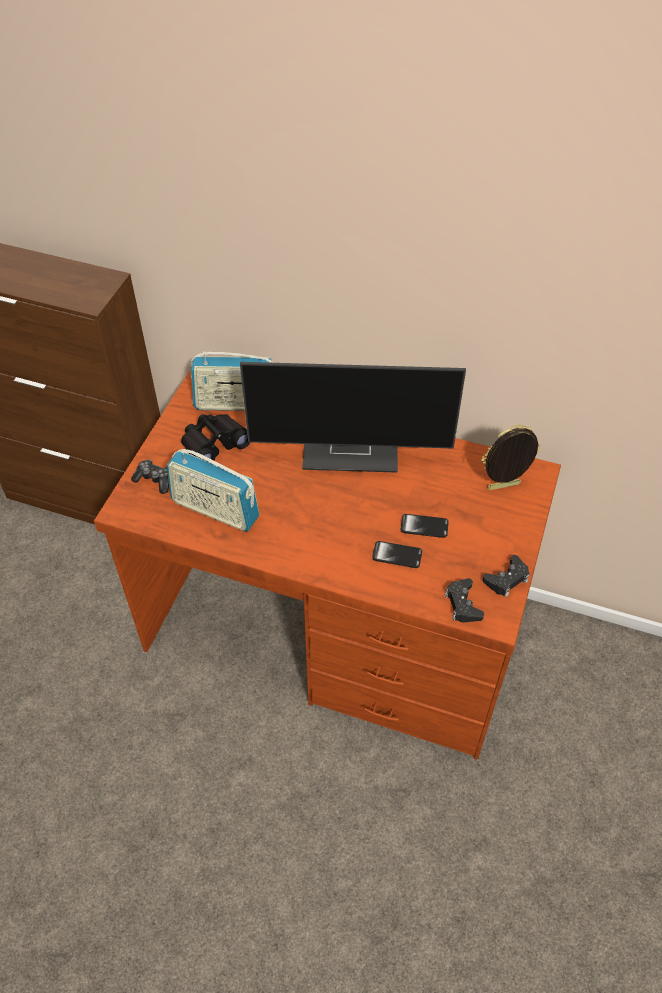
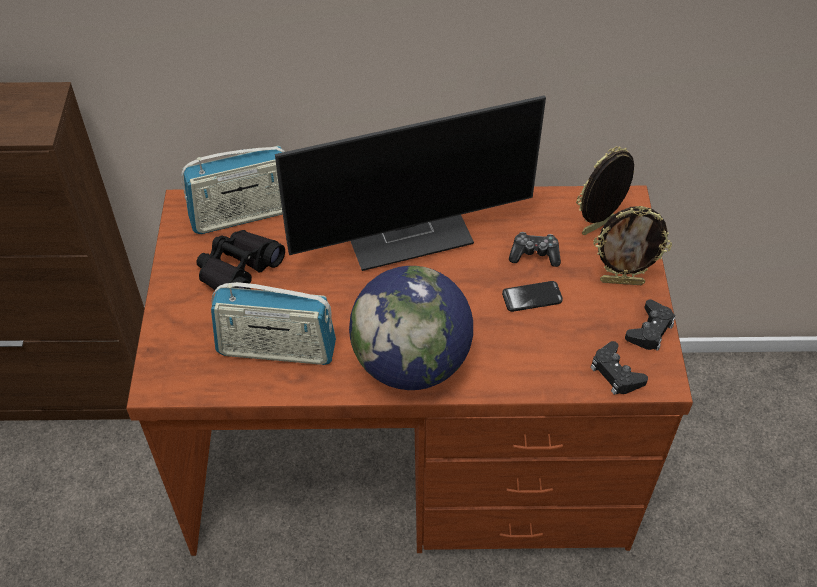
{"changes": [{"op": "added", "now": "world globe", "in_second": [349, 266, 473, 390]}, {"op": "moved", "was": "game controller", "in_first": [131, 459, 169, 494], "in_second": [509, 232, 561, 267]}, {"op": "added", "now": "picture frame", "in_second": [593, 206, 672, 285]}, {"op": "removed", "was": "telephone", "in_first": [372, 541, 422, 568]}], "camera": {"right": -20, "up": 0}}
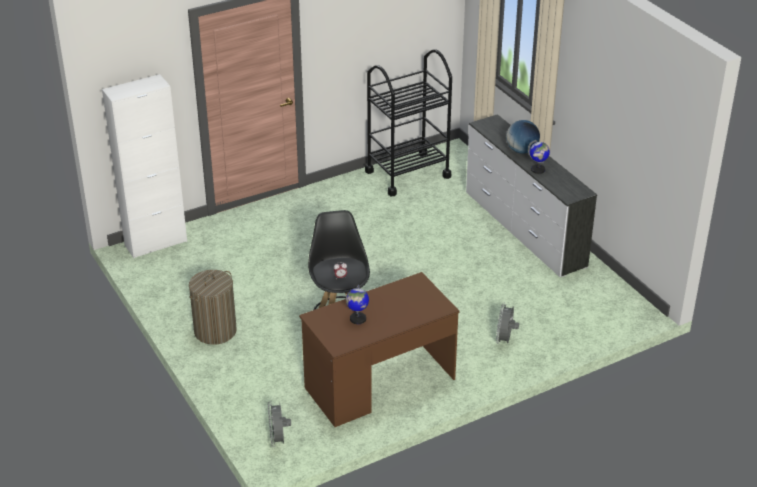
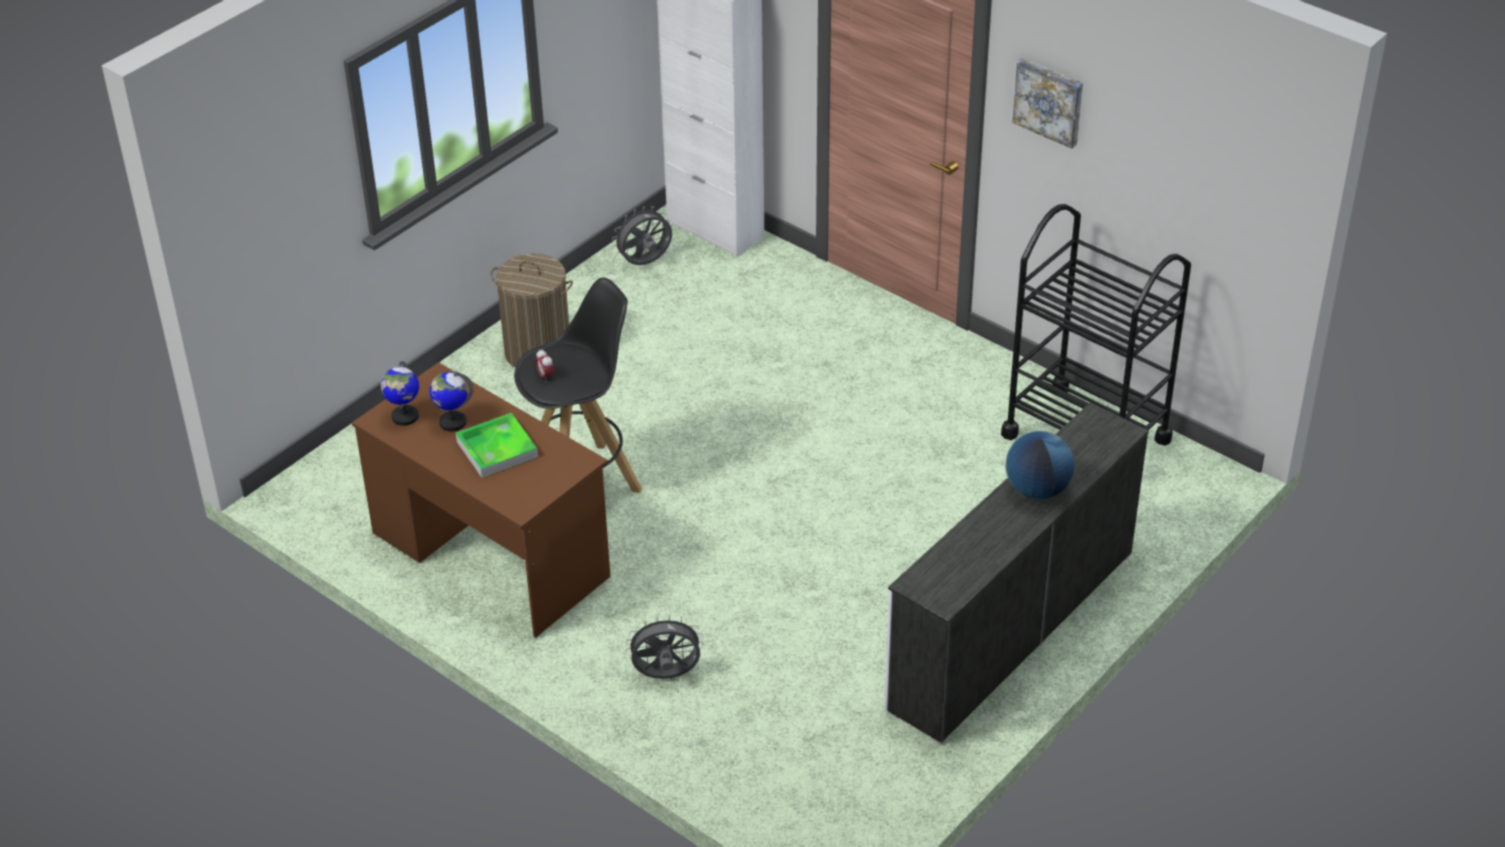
{"changes": [{"op": "moved", "was": "world globe", "in_first": [528, 140, 550, 174], "in_second": [381, 361, 419, 426]}, {"op": "added", "now": "tray", "in_second": [456, 413, 538, 478]}, {"op": "moved", "was": "cooling fan (grey)", "in_first": [268, 401, 291, 447], "in_second": [612, 206, 672, 265]}, {"op": "added", "now": "wall art", "in_second": [1012, 58, 1083, 149]}], "camera": {"right": 70, "up": 5}}
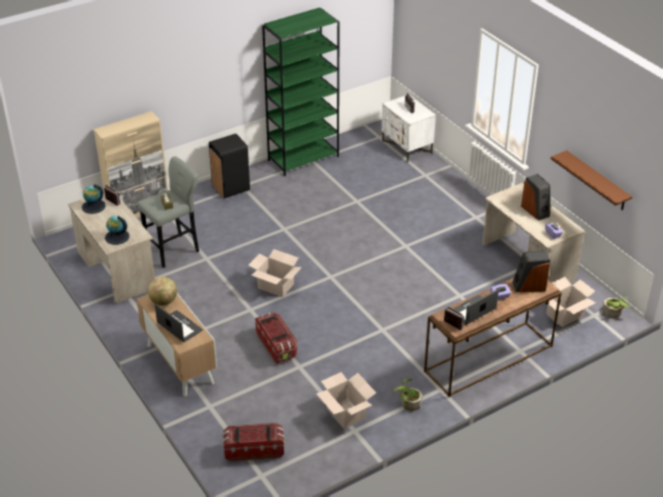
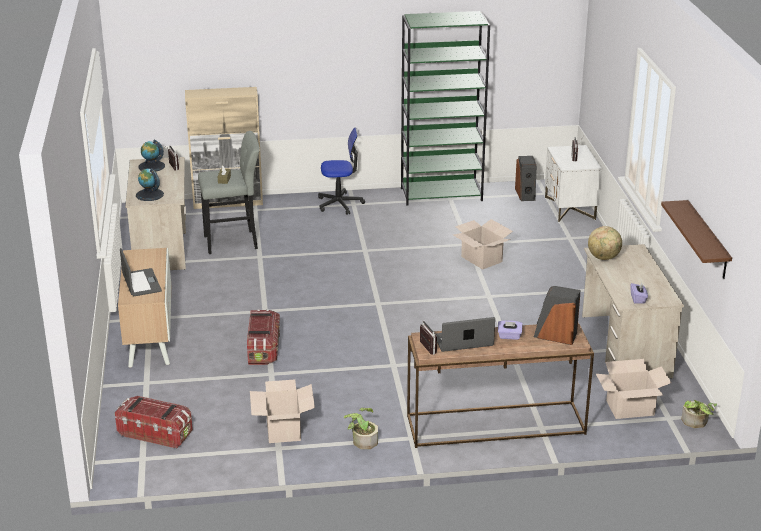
{"changes": [{"op": "replaced", "was": "waste bin (black-coloured)", "now": "desk chair", "in_first": [209, 134, 250, 199], "in_second": [318, 128, 365, 215]}, {"op": "moved", "was": "packing box", "in_first": [248, 249, 302, 297], "in_second": [453, 219, 513, 270]}, {"op": "moved", "was": "speaker", "in_first": [521, 174, 550, 221], "in_second": [515, 156, 536, 201]}, {"op": "moved", "was": "world globe", "in_first": [148, 277, 177, 306], "in_second": [588, 226, 622, 260]}], "camera": {"right": 25, "up": -10}}
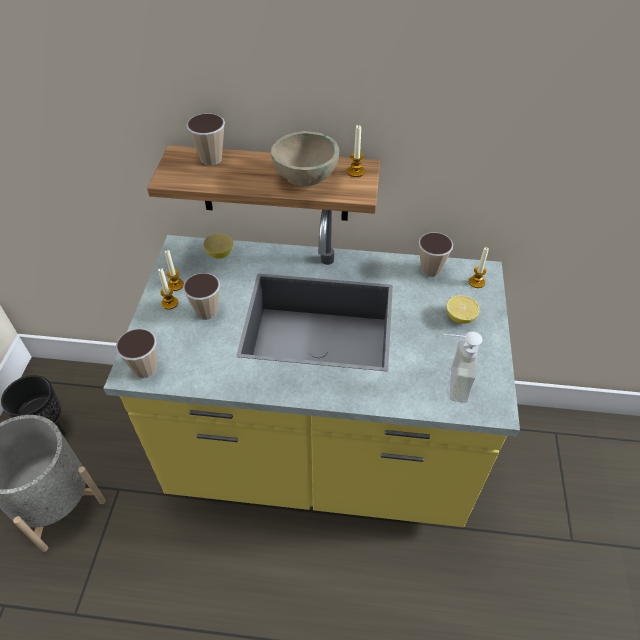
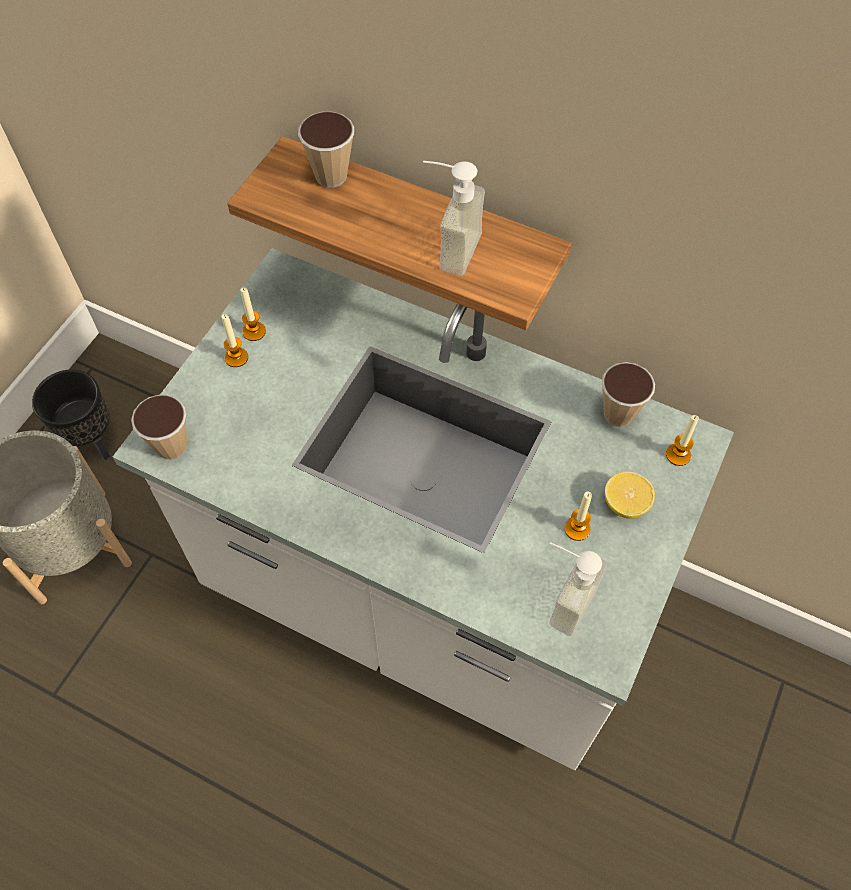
{"changes": [{"op": "recoloured", "was": "kitchen base unit (yellow-coloured)", "now": "kitchen base unit (whitish)", "in_first": [103, 210, 520, 527], "in_second": [113, 248, 734, 770]}, {"op": "replaced", "was": "serving bowl (beige-coloured)", "now": "soap dispenser", "in_first": [271, 131, 339, 186], "in_second": [423, 161, 485, 276]}, {"op": "moved", "was": "candle", "in_first": [347, 125, 365, 177], "in_second": [564, 492, 592, 541]}, {"op": "removed", "was": "small cup", "in_first": [183, 273, 220, 320]}, {"op": "removed", "was": "citrus fruit", "in_first": [203, 233, 233, 259]}], "camera": {"right": 20, "up": 10}}
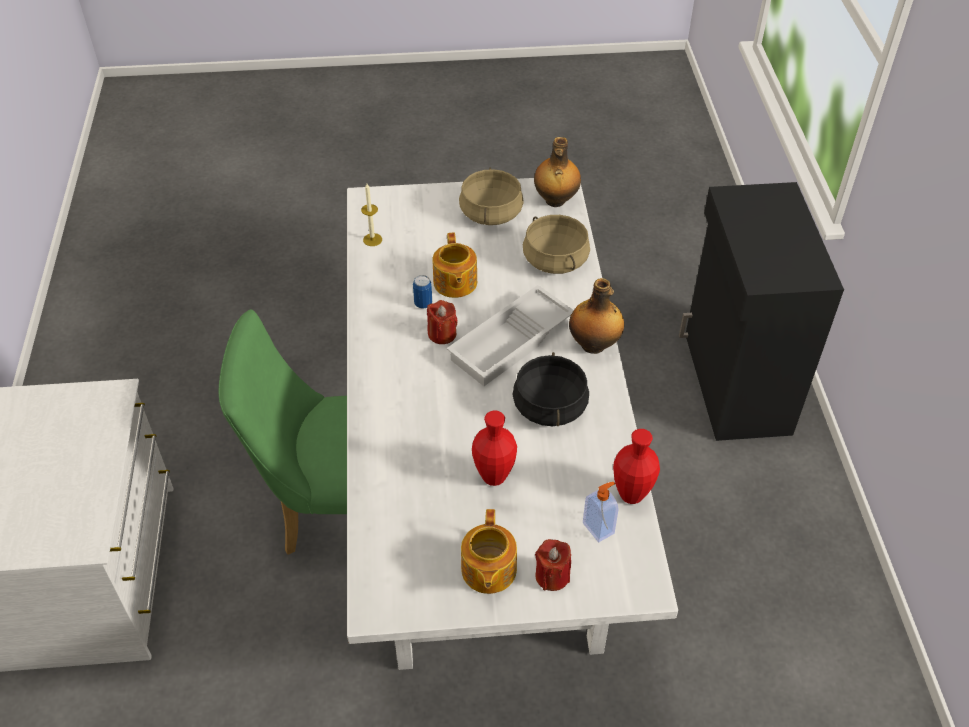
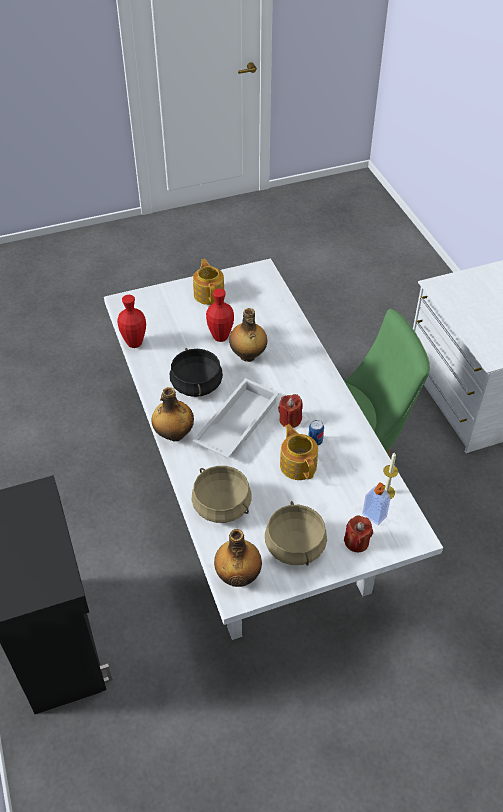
{"changes": [{"op": "added", "now": "drink bottle", "in_second": [229, 308, 267, 362]}, {"op": "moved", "was": "candle (red)", "in_first": [535, 539, 571, 591], "in_second": [344, 515, 373, 552]}, {"op": "moved", "was": "soap dispenser", "in_first": [583, 482, 619, 542], "in_second": [362, 482, 391, 525]}], "camera": {"right": 165, "up": 0}}
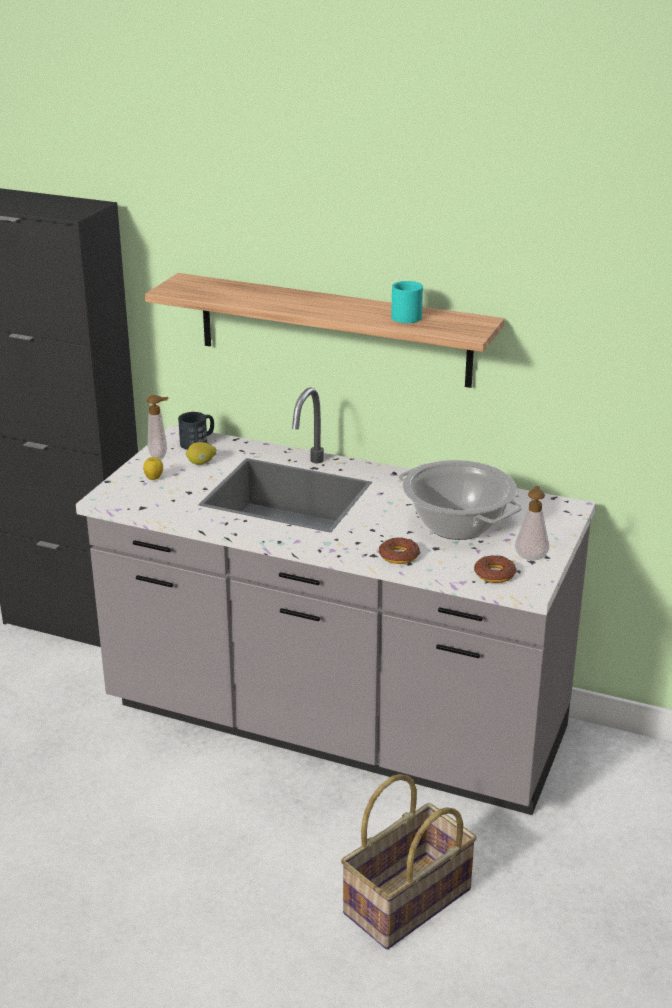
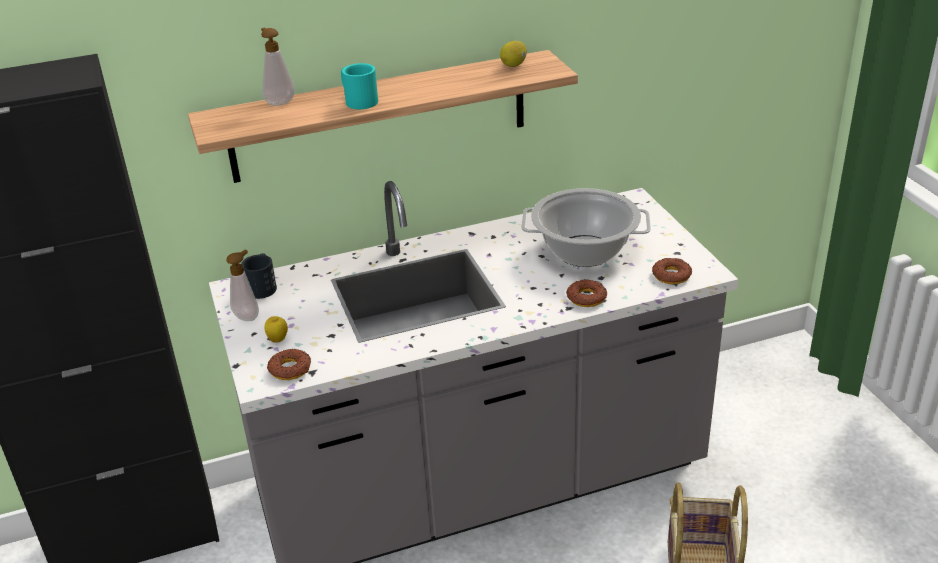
{"changes": [{"op": "moved", "was": "soap dispenser", "in_first": [515, 486, 549, 560], "in_second": [261, 27, 295, 106]}, {"op": "added", "now": "donut", "in_second": [267, 349, 311, 380]}, {"op": "moved", "was": "mug (turquoise)", "in_first": [391, 281, 423, 323], "in_second": [341, 63, 378, 109]}, {"op": "moved", "was": "citrus fruit", "in_first": [186, 442, 216, 465], "in_second": [500, 41, 527, 67]}], "camera": {"right": -40, "up": 5}}
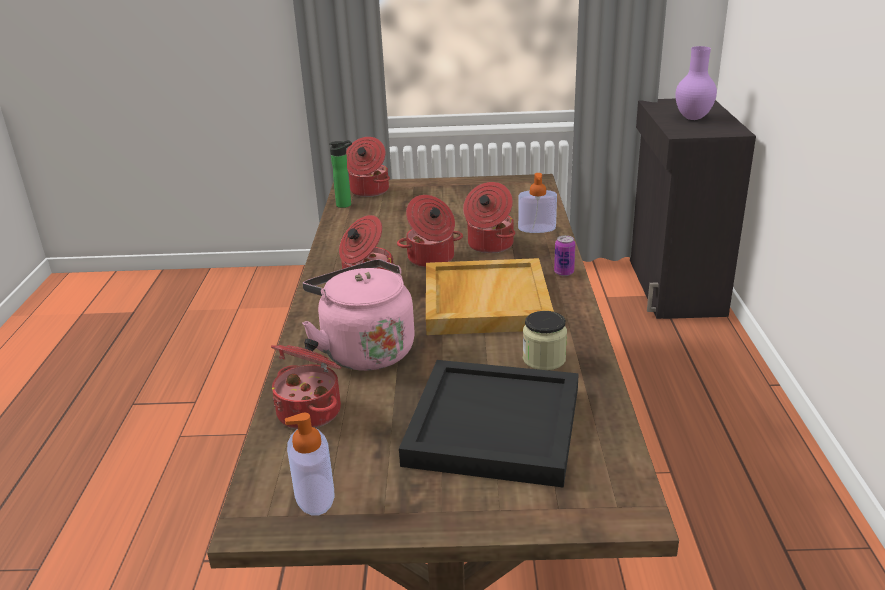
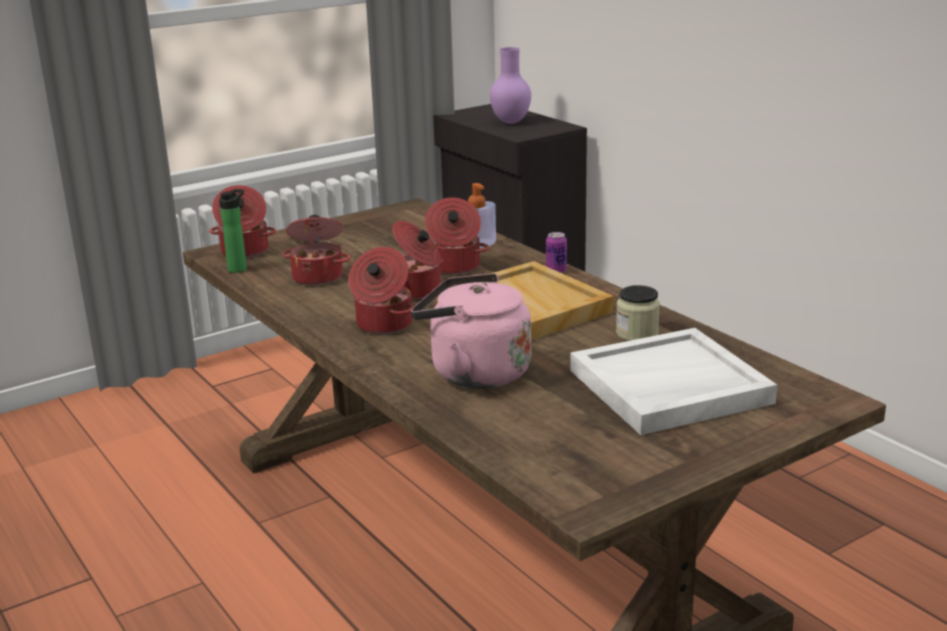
{"changes": [{"op": "moved", "was": "saucepot", "in_first": [271, 338, 341, 429], "in_second": [282, 215, 351, 286]}, {"op": "recoloured", "was": "tray (black-coloured)", "now": "tray (whitish)", "in_first": [399, 360, 579, 488], "in_second": [570, 328, 777, 435]}, {"op": "removed", "was": "soap dispenser", "in_first": [285, 413, 335, 516]}], "camera": {"right": -35, "up": -5}}
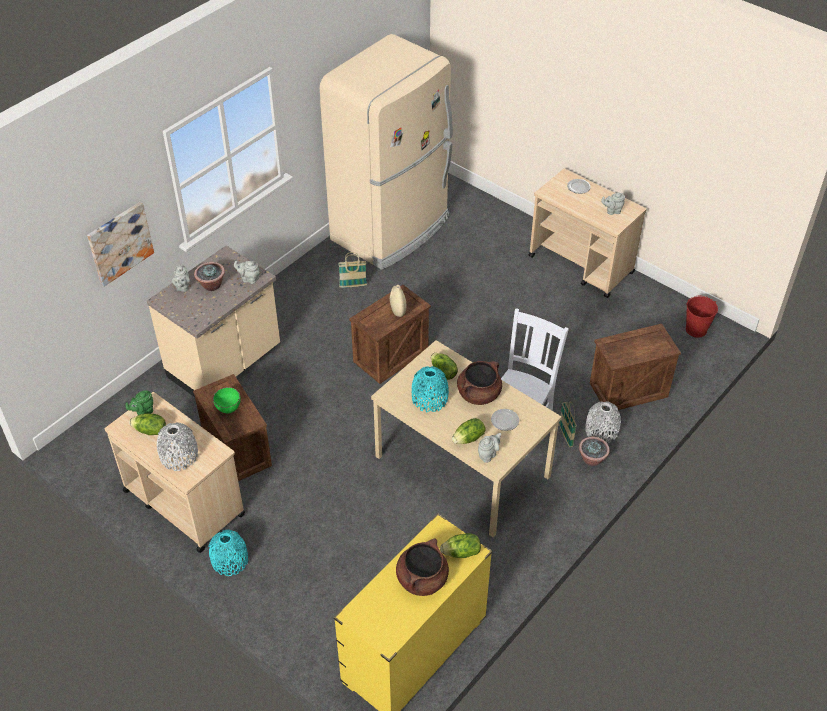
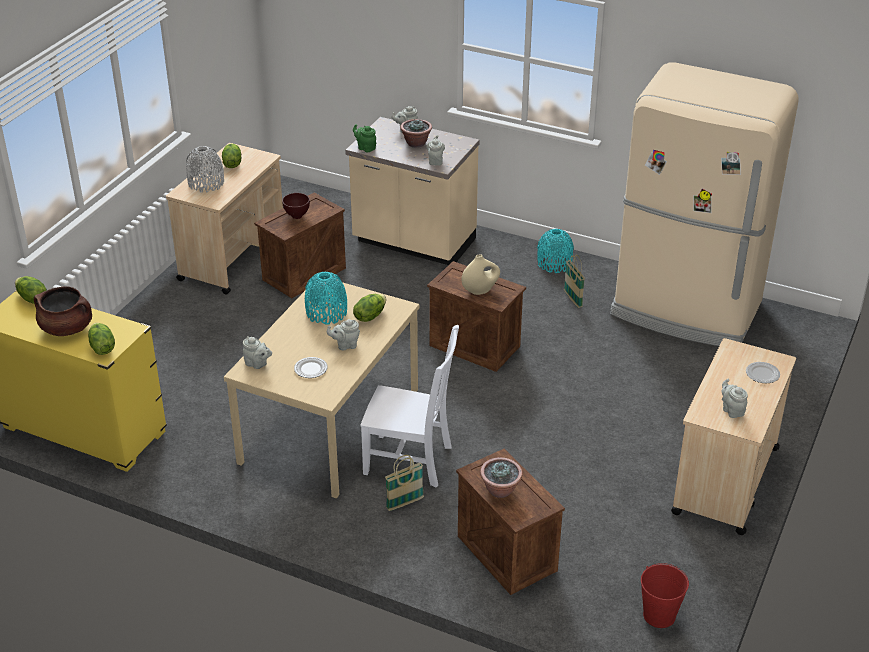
{"changes": [{"op": "moved", "was": "lettuce head", "in_first": [452, 418, 486, 444], "in_second": [15, 276, 47, 304]}, {"op": "recoloured", "was": "serving bowl (green)", "now": "serving bowl (brown-coloured)", "in_first": [213, 387, 241, 414], "in_second": [282, 193, 310, 219]}, {"op": "replaced", "was": "saucepot (brown-coloured)", "now": "pot for tea (grey)", "in_first": [457, 361, 502, 405], "in_second": [327, 319, 360, 350]}, {"op": "moved", "was": "pot for tea (green)", "in_first": [126, 390, 153, 415], "in_second": [353, 124, 376, 152]}, {"op": "moved", "was": "plant in a pot", "in_first": [579, 437, 610, 466], "in_second": [480, 457, 523, 498]}, {"op": "moved", "was": "vase (turquoise)", "in_first": [208, 530, 248, 576], "in_second": [537, 229, 574, 273]}, {"op": "removed", "was": "wall art", "in_first": [87, 202, 154, 287]}, {"op": "removed", "was": "vase (grey)", "in_first": [585, 401, 621, 443]}], "camera": {"right": 75, "up": -10}}
